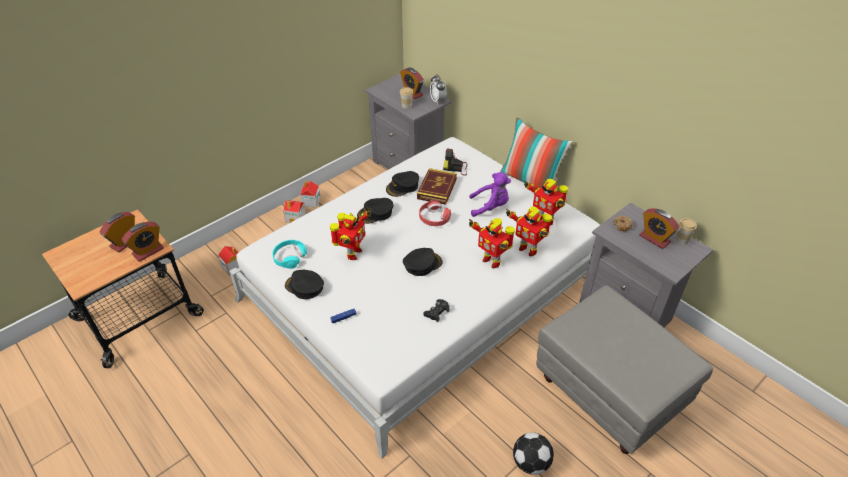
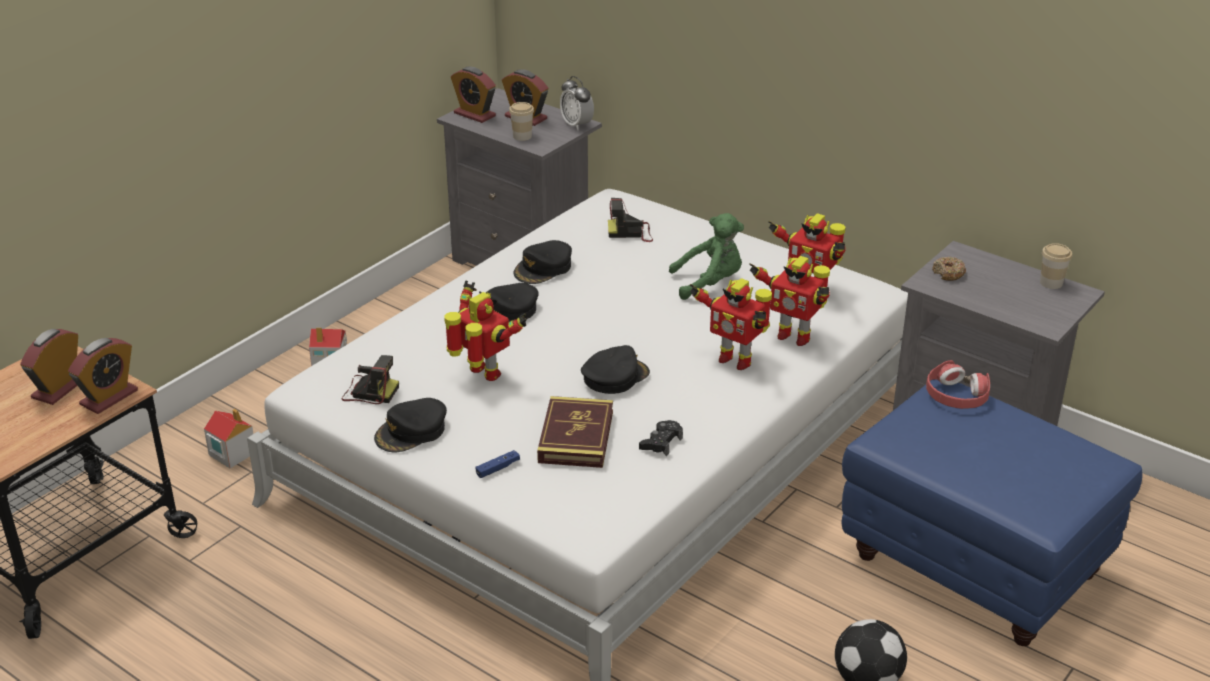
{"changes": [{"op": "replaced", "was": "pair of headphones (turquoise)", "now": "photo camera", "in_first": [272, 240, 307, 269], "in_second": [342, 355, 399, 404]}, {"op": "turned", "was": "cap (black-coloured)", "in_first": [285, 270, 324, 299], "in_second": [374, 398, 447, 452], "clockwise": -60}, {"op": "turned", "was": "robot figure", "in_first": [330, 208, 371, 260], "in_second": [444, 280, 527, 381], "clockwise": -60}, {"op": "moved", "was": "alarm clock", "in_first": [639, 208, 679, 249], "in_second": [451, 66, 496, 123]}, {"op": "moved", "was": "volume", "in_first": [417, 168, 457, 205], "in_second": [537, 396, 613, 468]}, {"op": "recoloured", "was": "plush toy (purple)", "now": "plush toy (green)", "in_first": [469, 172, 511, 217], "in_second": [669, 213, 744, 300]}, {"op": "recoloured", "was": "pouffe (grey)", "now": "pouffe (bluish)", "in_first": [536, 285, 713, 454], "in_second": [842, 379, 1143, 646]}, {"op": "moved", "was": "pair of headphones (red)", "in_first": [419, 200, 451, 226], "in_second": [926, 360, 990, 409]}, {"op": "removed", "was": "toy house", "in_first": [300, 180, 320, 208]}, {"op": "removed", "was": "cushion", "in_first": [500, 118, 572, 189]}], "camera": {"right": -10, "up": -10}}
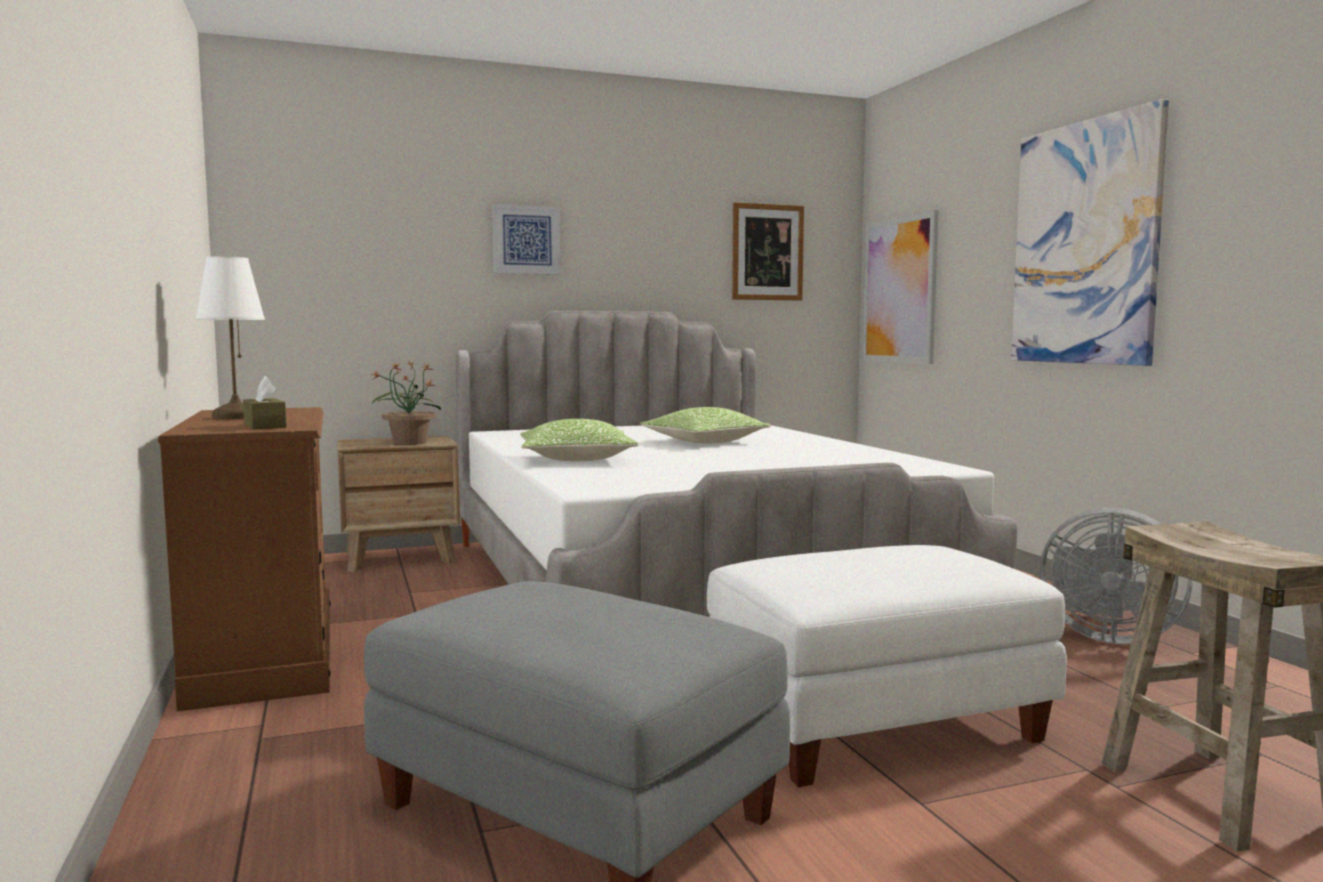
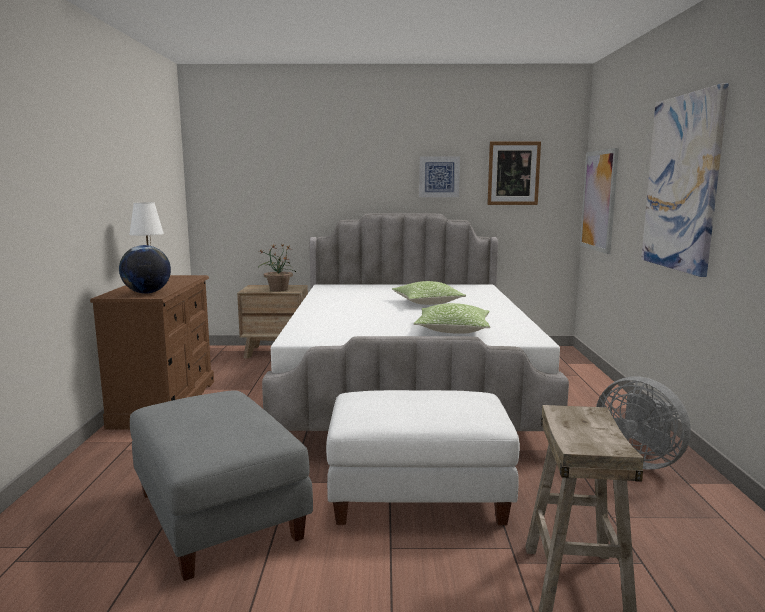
{"changes": [{"op": "replaced", "was": "box of tissues (brown-coloured)", "now": "world globe", "in_first": [243, 376, 287, 429], "in_second": [119, 245, 171, 294]}, {"op": "moved", "was": "cushion", "in_first": [520, 419, 638, 461], "in_second": [413, 303, 490, 334]}, {"op": "moved", "was": "wall art", "in_first": [492, 204, 561, 275], "in_second": [419, 156, 460, 197]}], "camera": {"right": 20, "up": 5}}
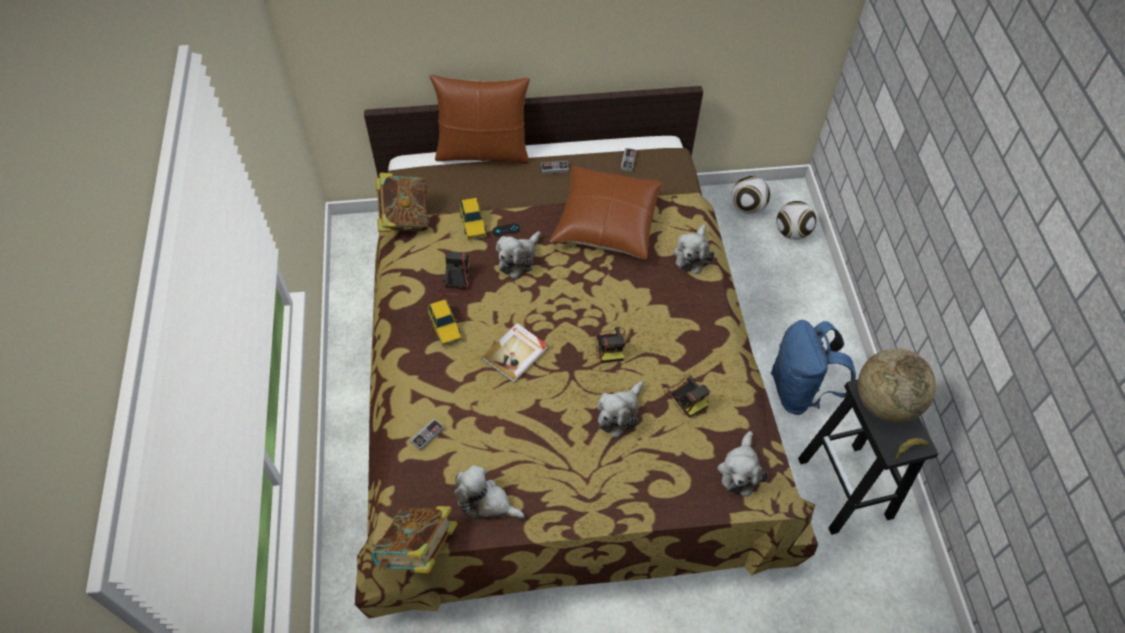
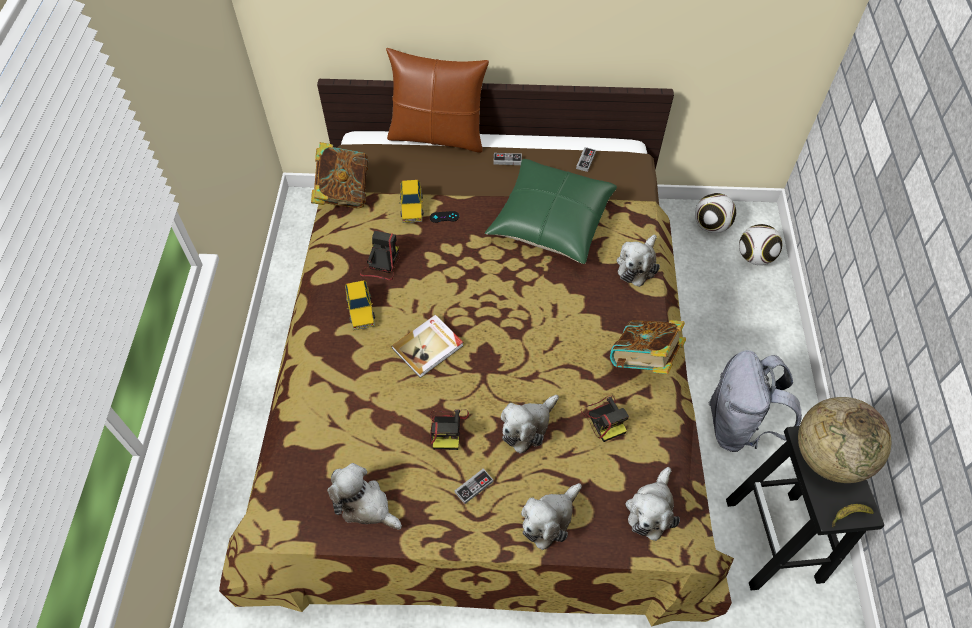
{"changes": [{"op": "moved", "was": "photo camera", "in_first": [592, 327, 625, 363], "in_second": [430, 410, 469, 450]}, {"op": "moved", "was": "game controller", "in_first": [410, 418, 444, 451], "in_second": [455, 468, 493, 504]}, {"op": "recoloured", "was": "cushion (brown-coloured)", "now": "cushion (green)", "in_first": [549, 166, 663, 259], "in_second": [485, 159, 617, 264]}, {"op": "moved", "was": "plush toy", "in_first": [496, 231, 541, 279], "in_second": [521, 483, 582, 550]}, {"op": "moved", "was": "volume", "in_first": [372, 506, 457, 573], "in_second": [610, 320, 686, 374]}, {"op": "recoloured", "was": "knapsack (bluish)", "now": "knapsack (grey)", "in_first": [771, 320, 856, 415], "in_second": [709, 350, 802, 452]}], "camera": {"right": 10, "up": 0}}
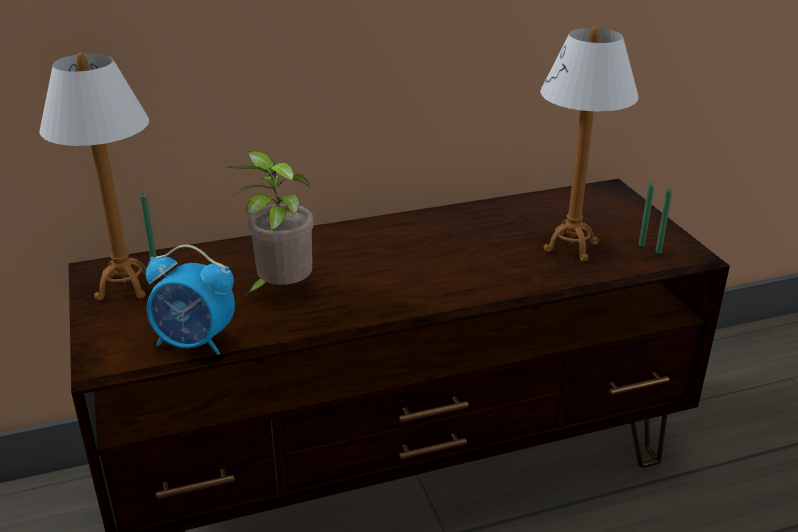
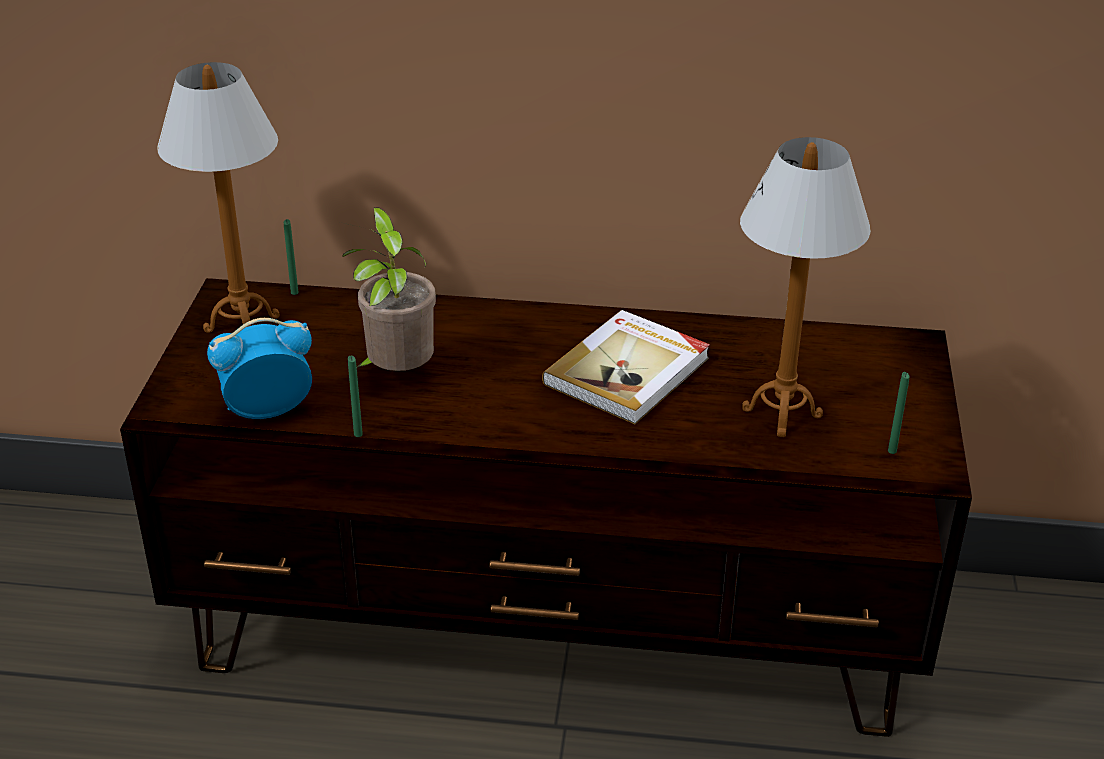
{"changes": [{"op": "turned", "was": "alarm clock", "in_first": [146, 245, 235, 355], "in_second": [207, 318, 312, 419], "clockwise": 120}, {"op": "moved", "was": "candle (green)", "in_first": [638, 183, 654, 247], "in_second": [348, 356, 363, 437]}, {"op": "added", "now": "volume", "in_second": [542, 310, 710, 424]}], "camera": {"right": 25, "up": 5}}
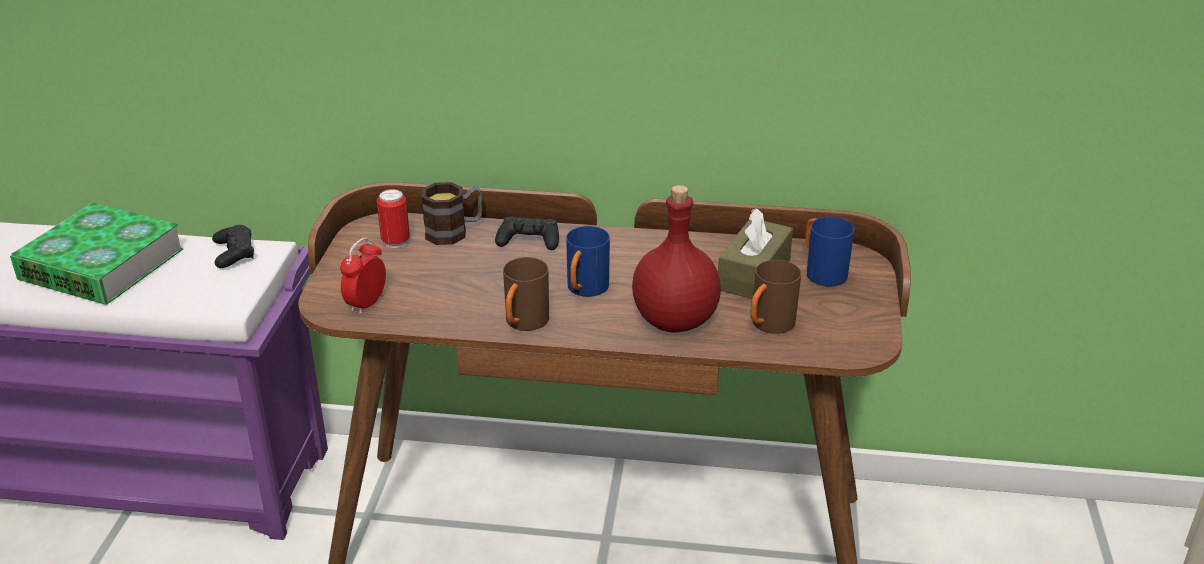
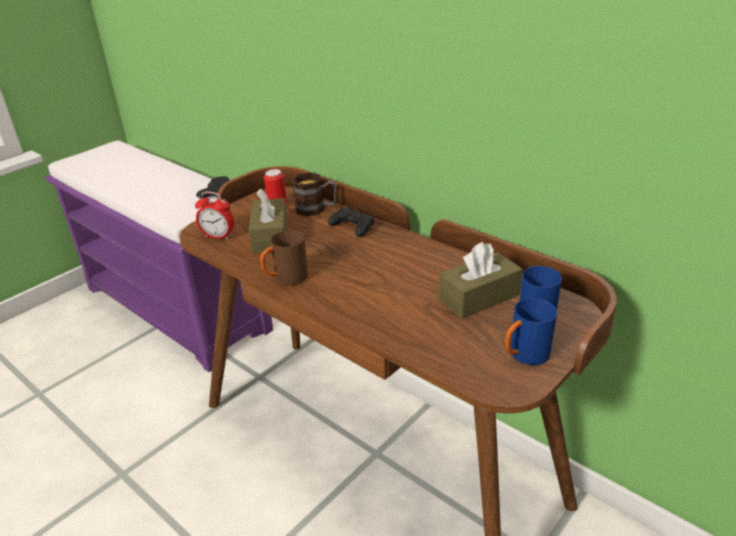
{"changes": [{"op": "turned", "was": "alarm clock", "in_first": [340, 237, 386, 314], "in_second": [195, 192, 234, 240], "clockwise": -135}, {"op": "added", "now": "box of tissues (brown-coloured)", "in_second": [248, 189, 287, 254]}, {"op": "moved", "was": "mug (bluish)", "in_first": [566, 226, 610, 297], "in_second": [505, 298, 557, 365]}, {"op": "removed", "was": "volume", "in_first": [10, 203, 183, 305]}, {"op": "removed", "was": "drink bottle (red)", "in_first": [632, 185, 721, 332]}, {"op": "removed", "was": "mug (brown-coloured)", "in_first": [750, 260, 801, 334]}], "camera": {"right": 35, "up": 0}}
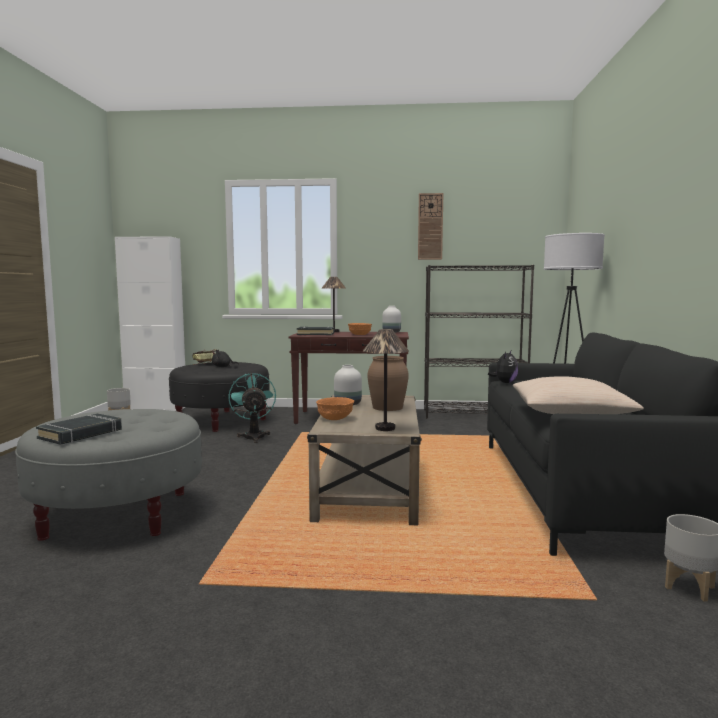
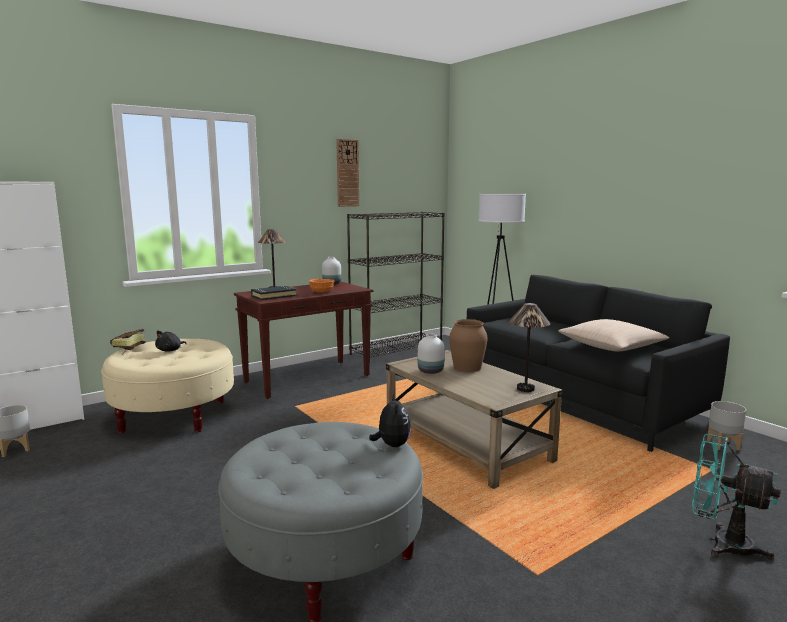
{"changes": [{"op": "recoloured", "was": "pouffe (black-coloured)", "now": "pouffe (beige-coloured)", "in_first": [169, 362, 270, 432], "in_second": [101, 339, 234, 433]}, {"op": "moved", "was": "plush toy", "in_first": [488, 351, 518, 383], "in_second": [369, 394, 411, 447]}, {"op": "moved", "was": "cooling fan (turquoise)", "in_first": [228, 373, 276, 443], "in_second": [692, 434, 781, 560]}, {"op": "removed", "was": "volume (black-coloured)", "in_first": [36, 414, 122, 445]}, {"op": "removed", "was": "serving bowl (orangey)", "in_first": [316, 397, 354, 420]}], "camera": {"right": -40, "up": 5}}
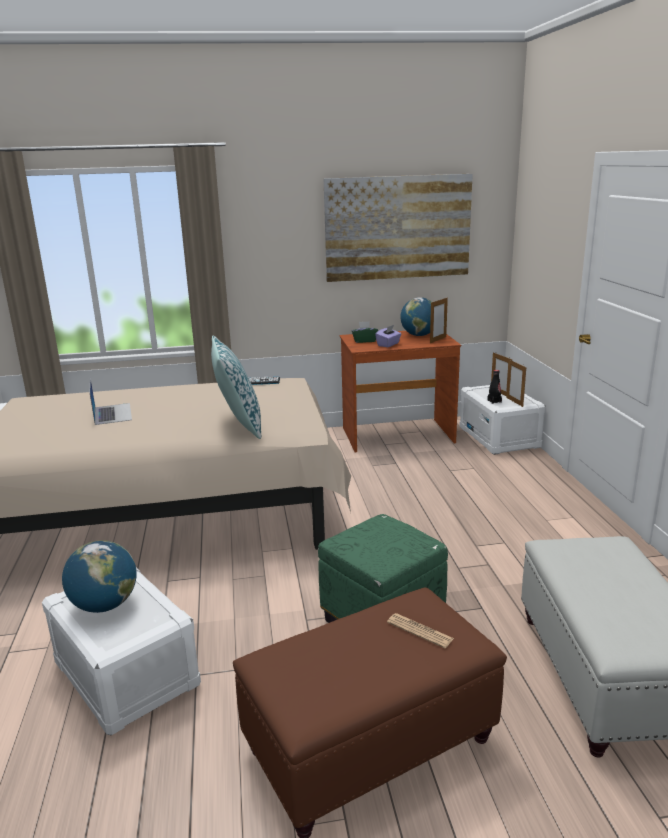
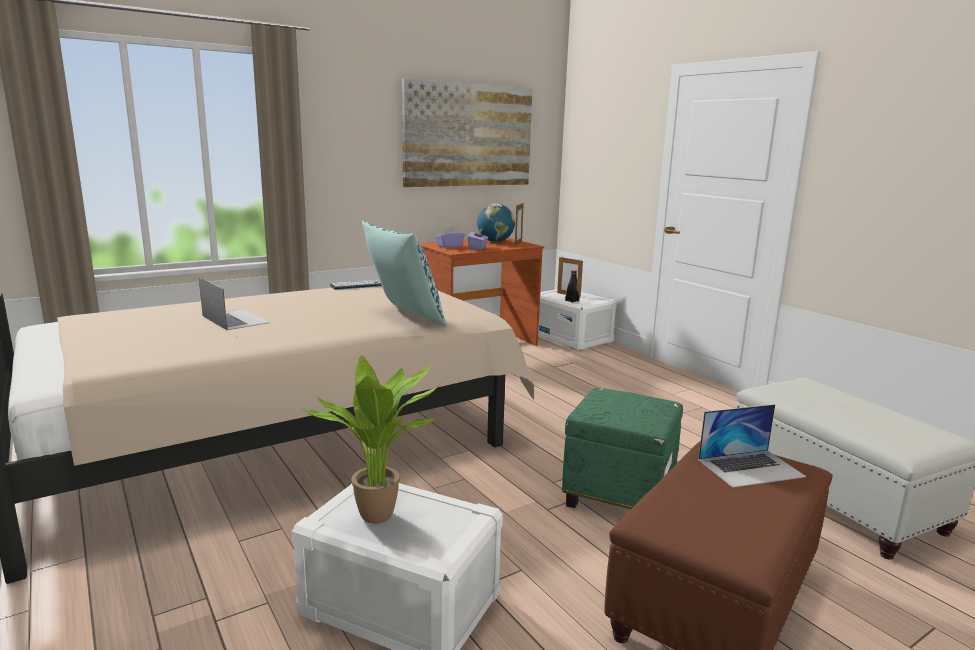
{"changes": [{"op": "replaced", "was": "world globe", "now": "plant in a pot", "in_first": [62, 540, 137, 613], "in_second": [302, 355, 441, 524]}, {"op": "recoloured", "was": "box of tissues (green)", "now": "box of tissues (purple)", "in_first": [352, 321, 378, 343], "in_second": [436, 226, 465, 248]}, {"op": "replaced", "was": "printed paper", "now": "laptop", "in_first": [387, 613, 454, 648], "in_second": [698, 404, 806, 488]}, {"op": "removed", "was": "picture frame", "in_first": [506, 359, 526, 407]}], "camera": {"right": -25, "up": -5}}
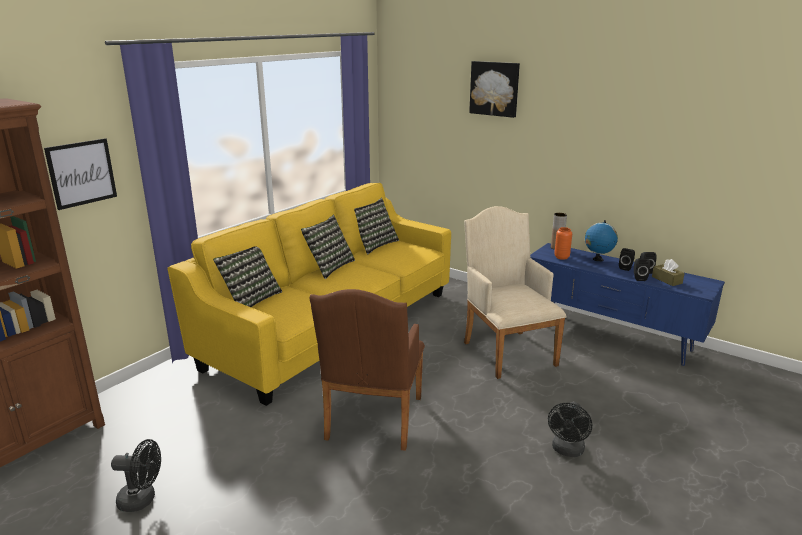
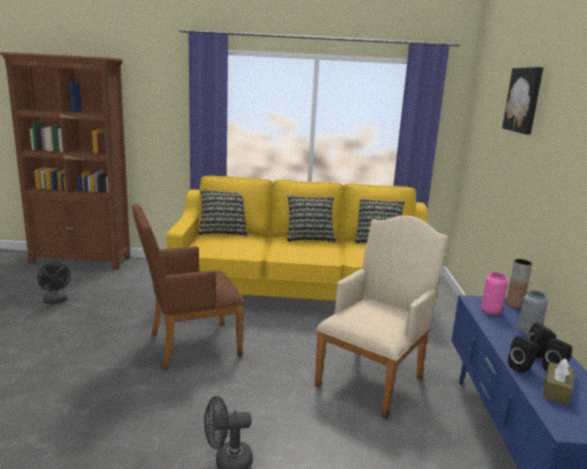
{"changes": [{"op": "recoloured", "was": "vase (orangey)", "now": "vase (pink-coloured)", "in_first": [554, 227, 572, 260], "in_second": [481, 272, 508, 315]}, {"op": "replaced", "was": "world globe", "now": "vase (grey)", "in_first": [585, 220, 618, 262], "in_second": [518, 290, 548, 336]}, {"op": "removed", "was": "wall art", "in_first": [44, 138, 117, 210]}], "camera": {"right": 55, "up": -5}}
